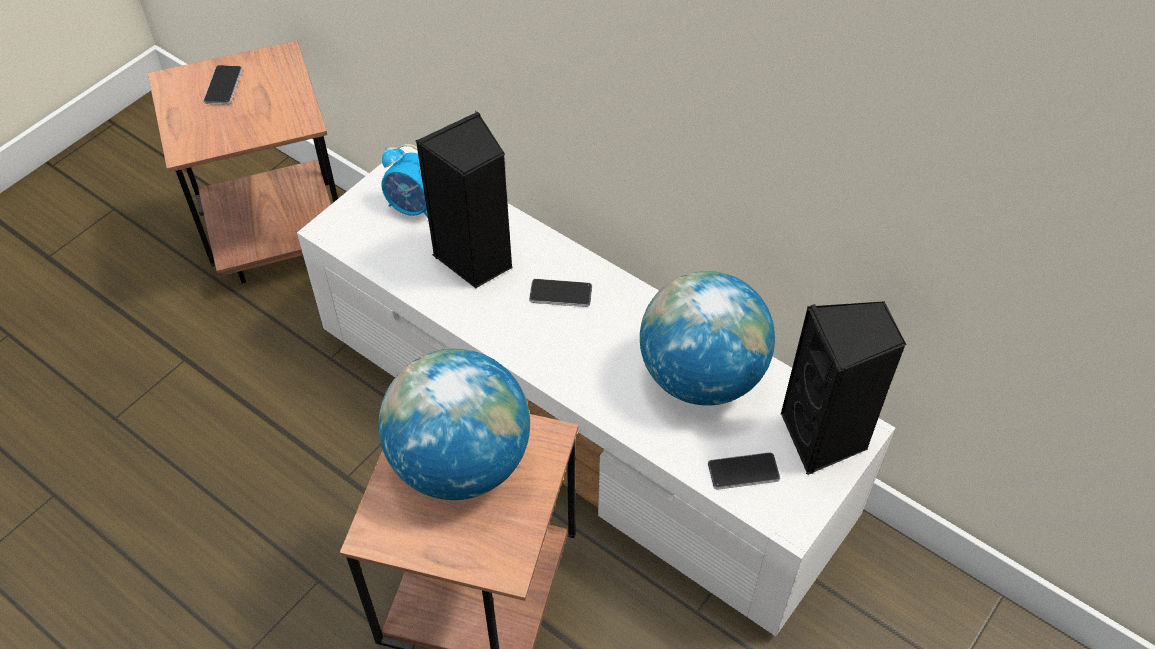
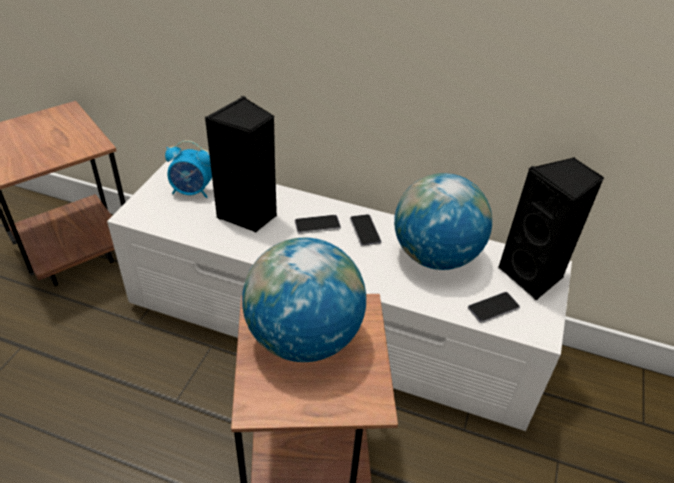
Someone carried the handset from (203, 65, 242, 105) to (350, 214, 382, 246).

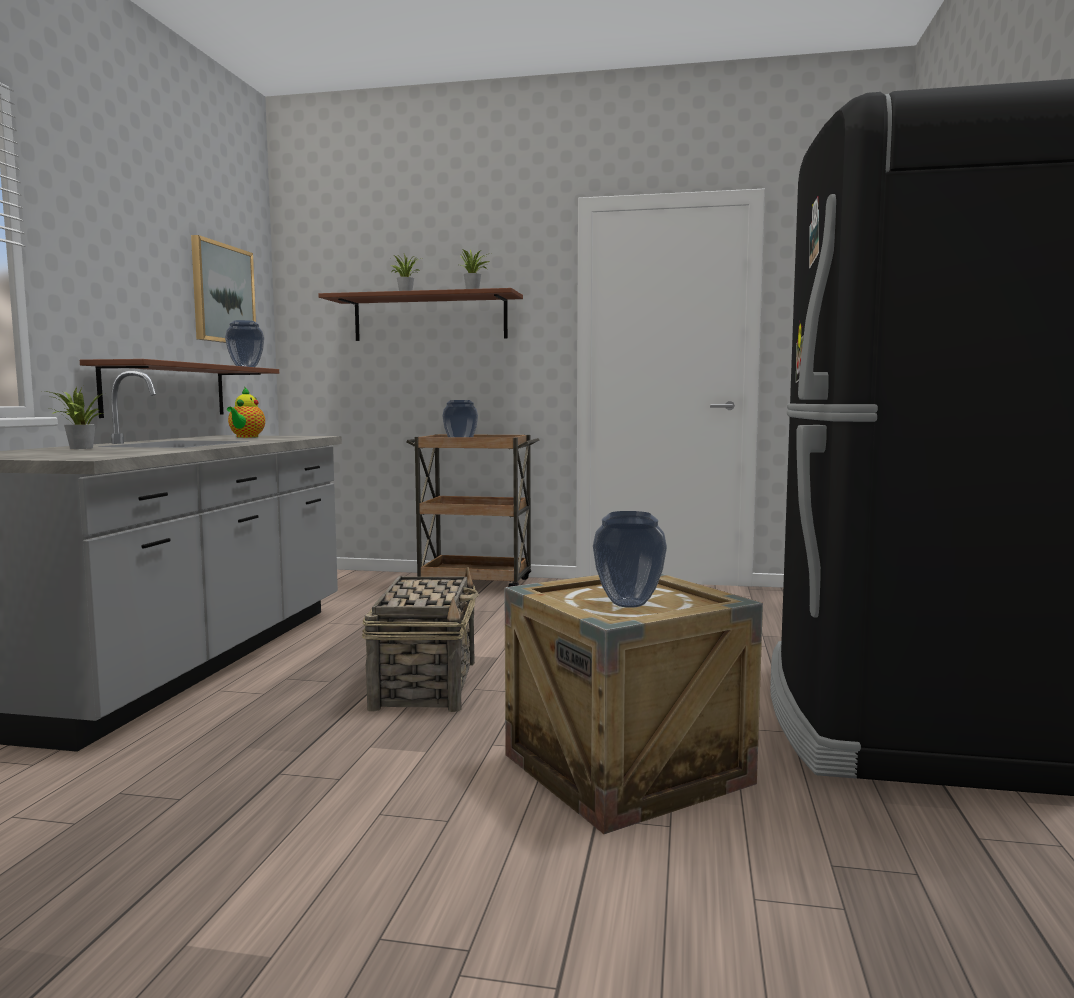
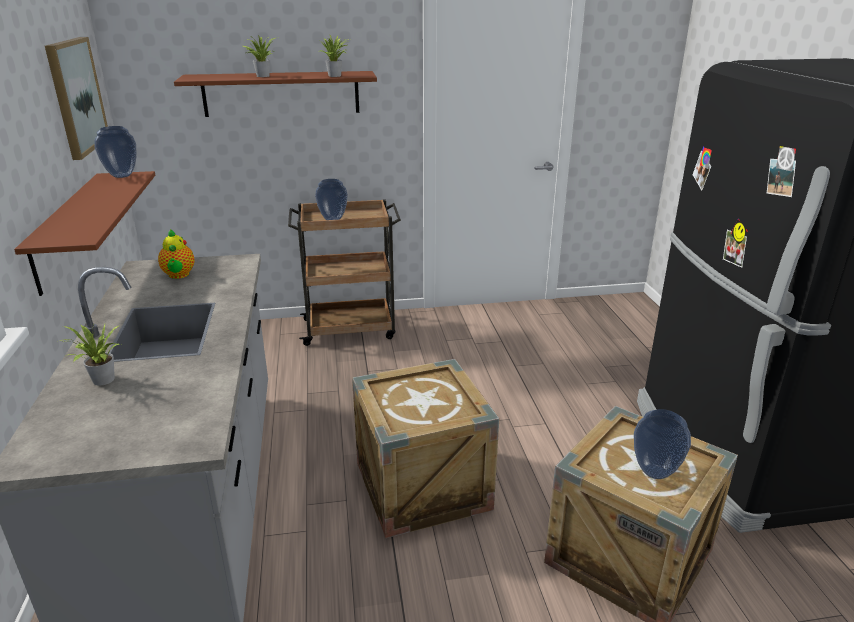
Someone swapped the household basket at (362, 567, 479, 712) for the crate at (352, 359, 499, 538).

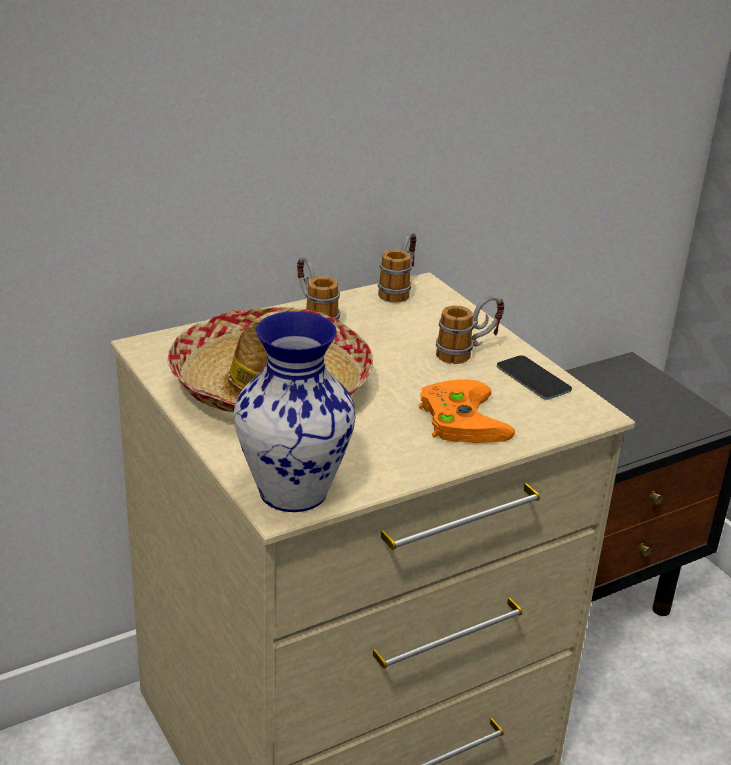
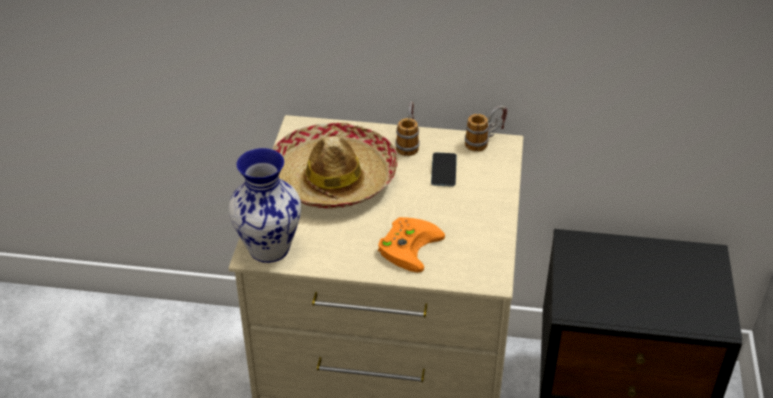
Someone took away the coffee mug at (436, 296, 505, 364).
Someone carried the handset from (497, 355, 572, 400) to (431, 153, 457, 187).

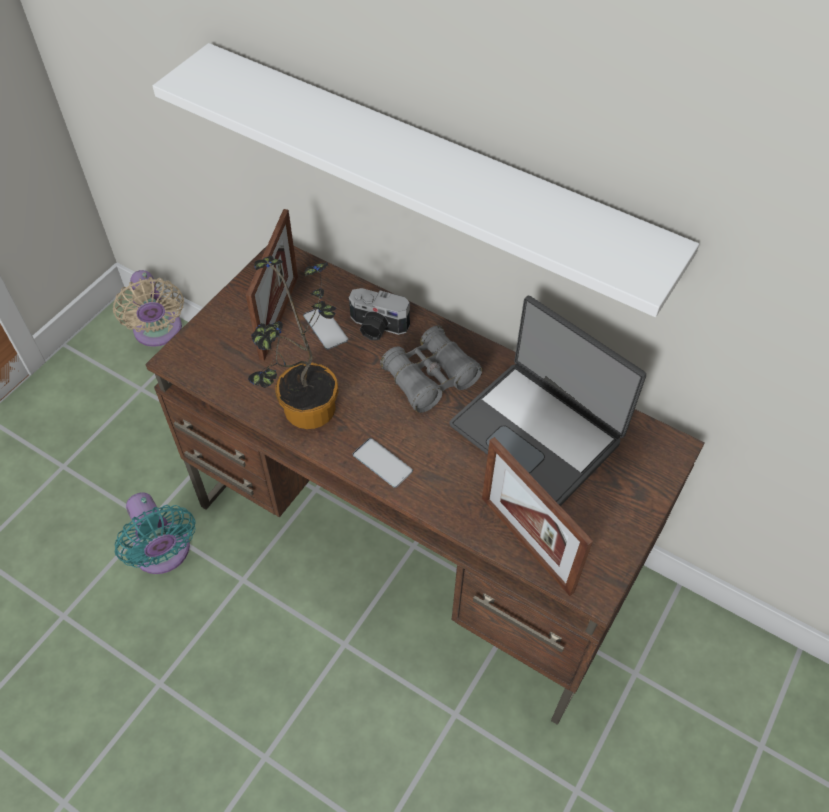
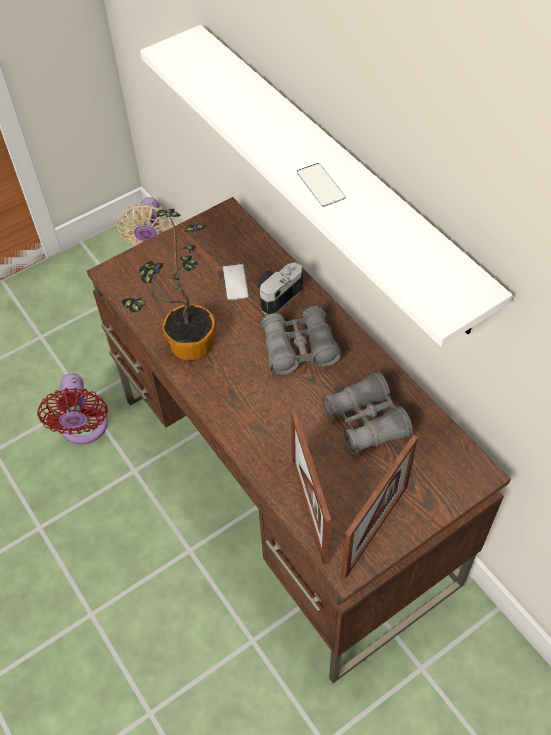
Someone carried the picture frame from (246, 209, 298, 361) to (341, 435, 418, 579).
Someone carried the handset from (353, 438, 413, 488) to (296, 163, 346, 207).
Someone swapped the laptop at (449, 296, 646, 506) for the pair of binoculars (greyish) at (323, 372, 413, 456).
Someone repainted the electric fan (blue-green) at (115, 492, 196, 574), which became the electric fan (red) at (37, 373, 108, 445).
Someone rotated the still camera at (349, 288, 410, 340) by 90 degrees clockwise.

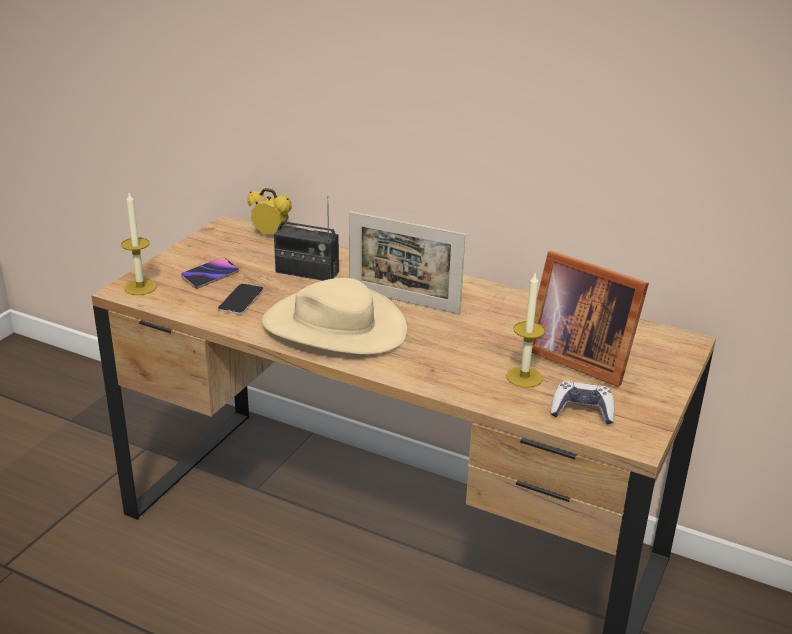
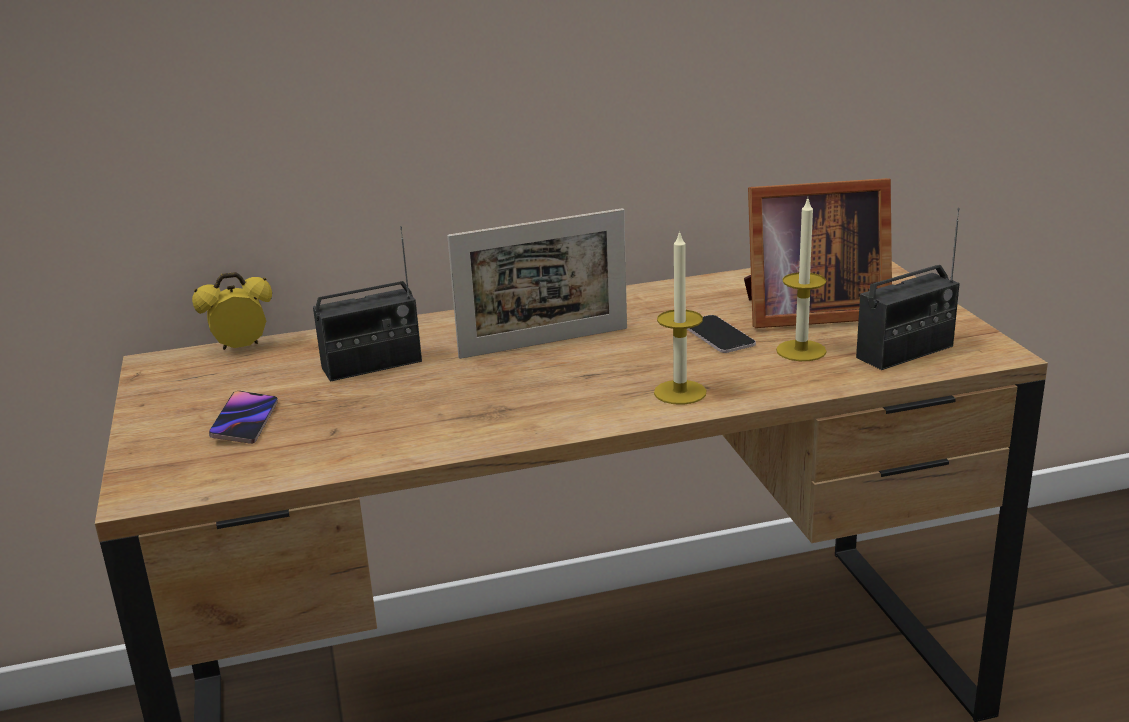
Someone took away the hat (beige-coloured) at (262, 278, 407, 355).
Someone carried the wax candle from (121, 193, 157, 295) to (654, 230, 706, 405).
Someone carried the handset from (218, 284, 264, 314) to (687, 315, 756, 353).
Someone swapped the gamepad at (550, 381, 615, 424) for the radio receiver at (856, 208, 960, 370).

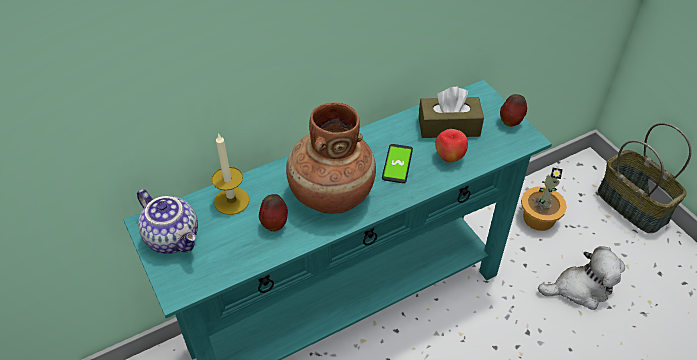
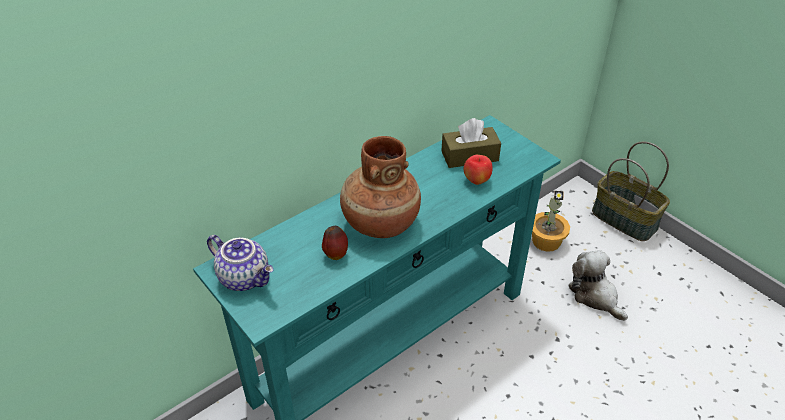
Someone took away the wax candle at (212, 133, 249, 215).
Someone took away the handset at (382, 144, 413, 183).
Someone took away the apple fruit at (500, 94, 527, 127).
Someone rotated the cuddly toy at (538, 246, 625, 310) by 105 degrees counterclockwise.

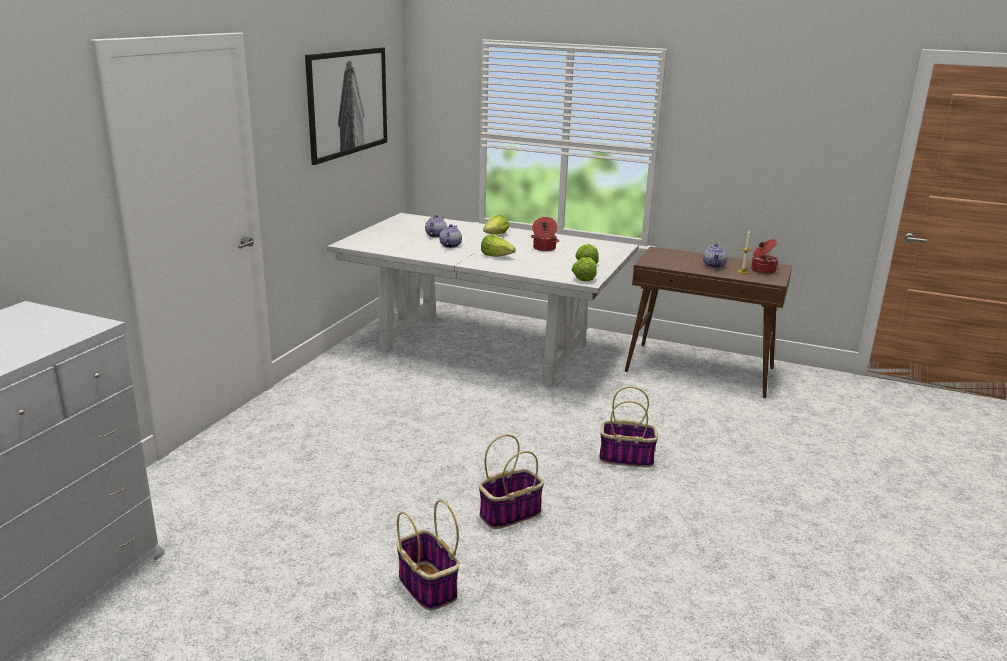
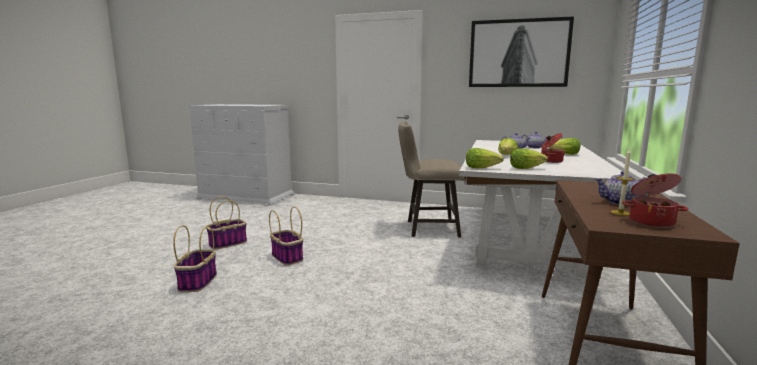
Someone put down the sitting stool (beige-coloured) at (398, 121, 465, 238).
Someone carried the household basket from (599, 386, 658, 468) to (173, 225, 217, 292).

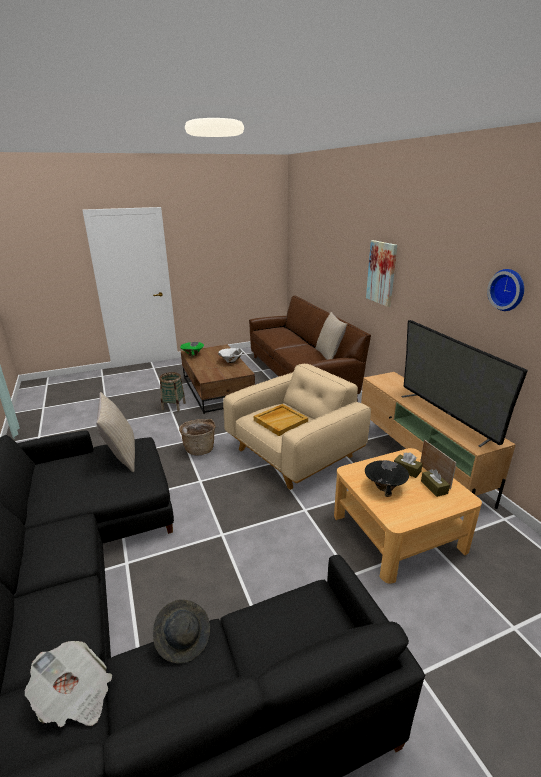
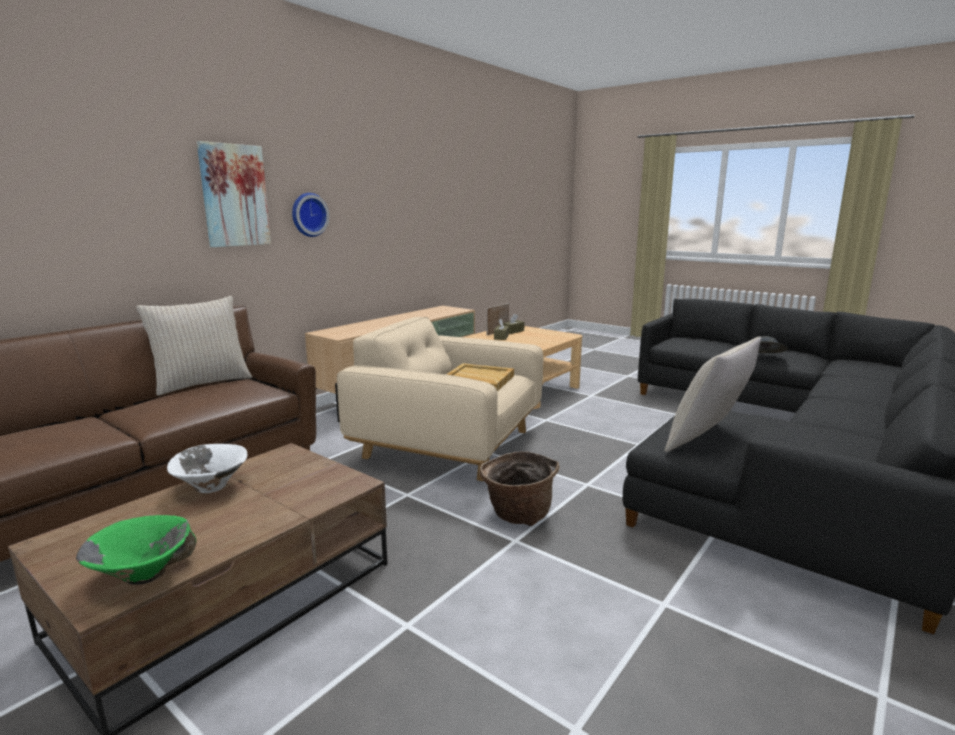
Someone took away the daily paper at (24, 641, 112, 727).
Someone took away the household basket at (160, 372, 186, 412).
Someone took away the deep dish (blackish) at (365, 460, 409, 497).
Someone took away the TV set at (402, 320, 528, 447).
Someone carried the clock on the wall from (487, 269, 524, 311) to (292, 193, 329, 237).

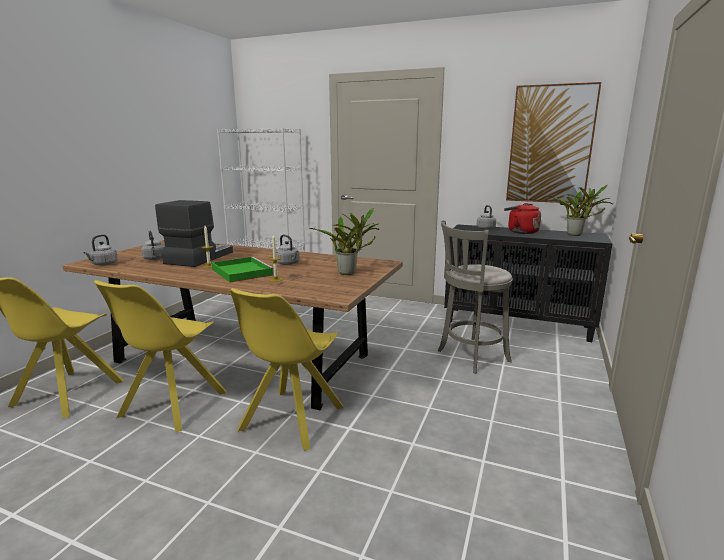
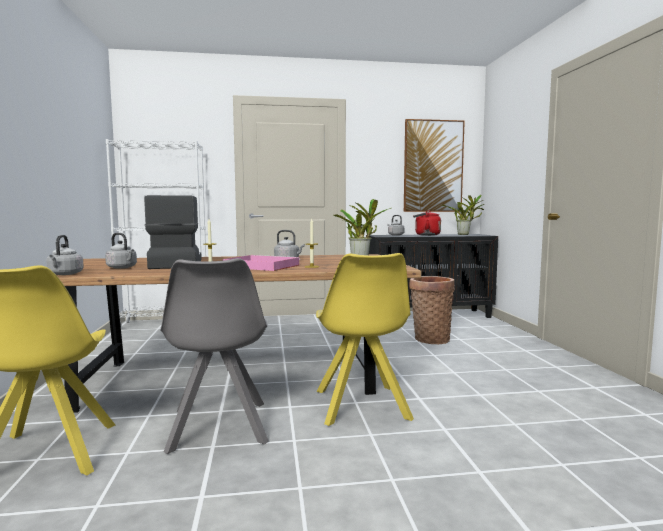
Someone swapped the sitting stool (greyish) at (438, 220, 513, 373) for the household basket at (410, 276, 455, 344).
Someone repainted the upright chair (yellowish) at (94, 280, 226, 432), which became the upright chair (greyish) at (160, 258, 269, 454).
Someone repainted the tray (green) at (212, 257, 274, 283), which became the tray (pinkish) at (223, 255, 300, 271).

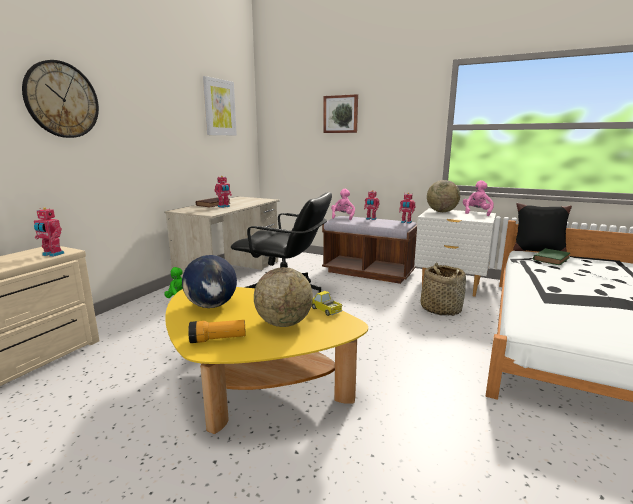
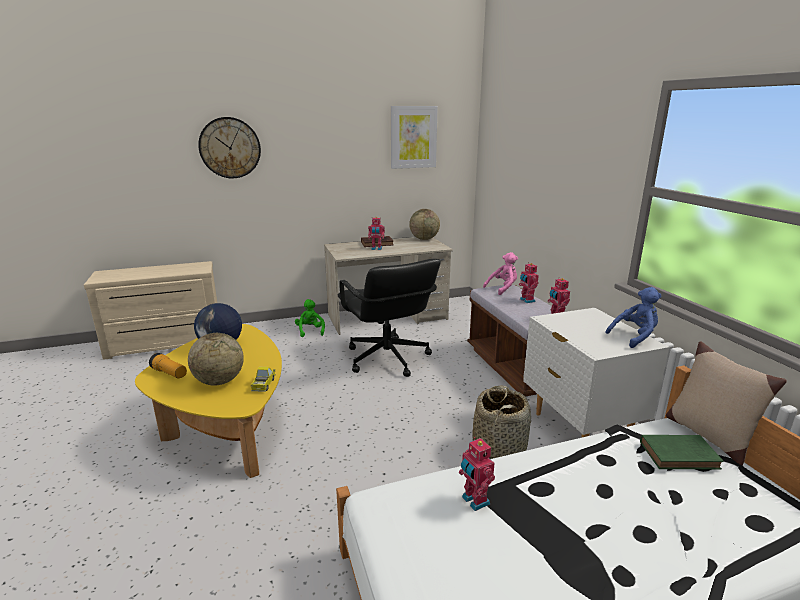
Someone took away the picture at (323, 94, 358, 133).
Someone carried the toy robot from (34, 207, 64, 257) to (459, 437, 495, 511).
Someone carried the globe from (427, 180, 460, 212) to (409, 209, 440, 240).
Someone repainted the cuddly toy (pinkish) at (463, 180, 494, 216), which became the cuddly toy (bluish) at (605, 287, 662, 348).
Someone repainted the throw pillow (blackish) at (513, 203, 572, 252), which became the throw pillow (beige-coloured) at (666, 341, 787, 465).

